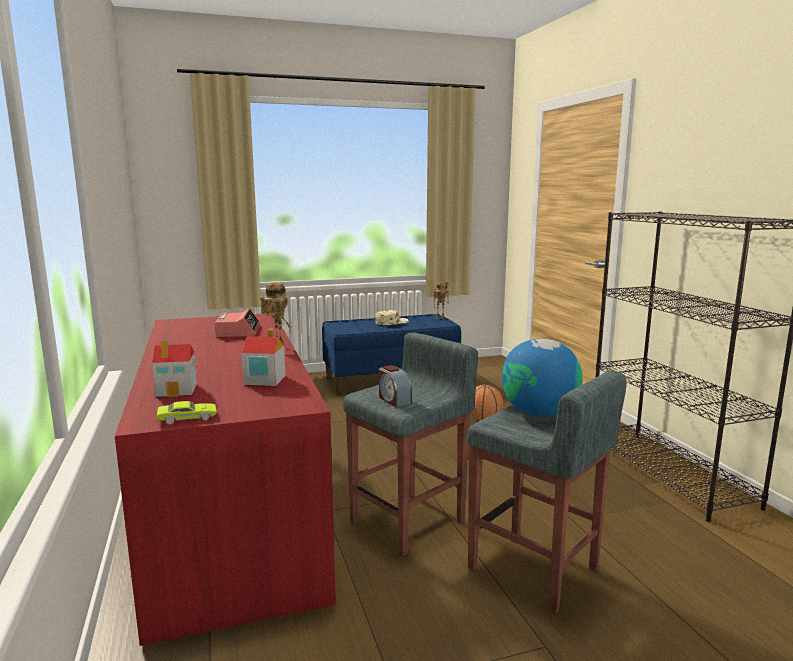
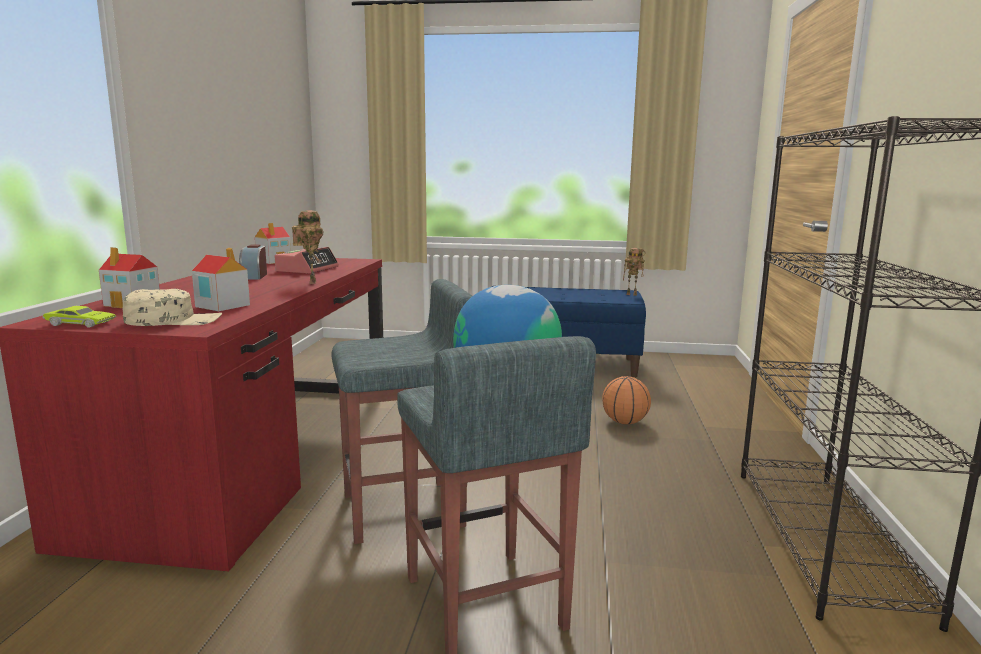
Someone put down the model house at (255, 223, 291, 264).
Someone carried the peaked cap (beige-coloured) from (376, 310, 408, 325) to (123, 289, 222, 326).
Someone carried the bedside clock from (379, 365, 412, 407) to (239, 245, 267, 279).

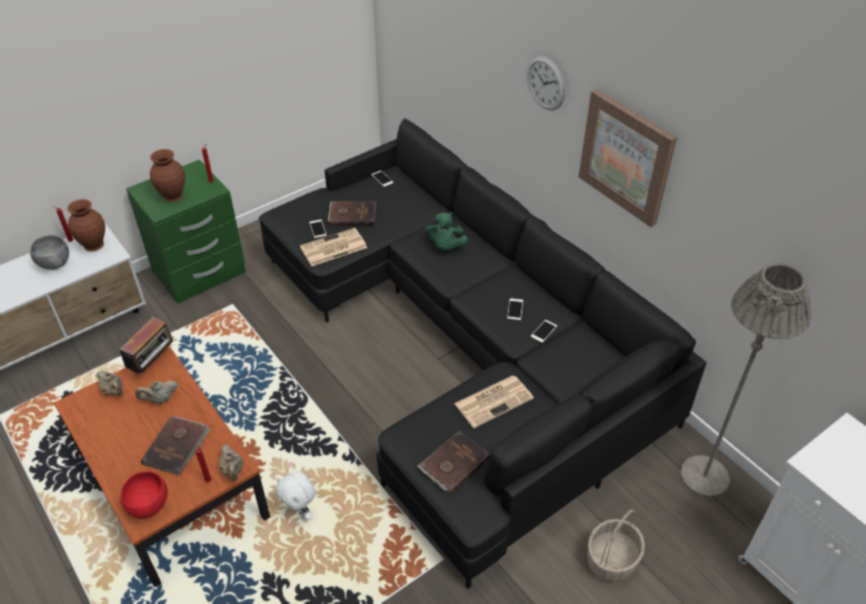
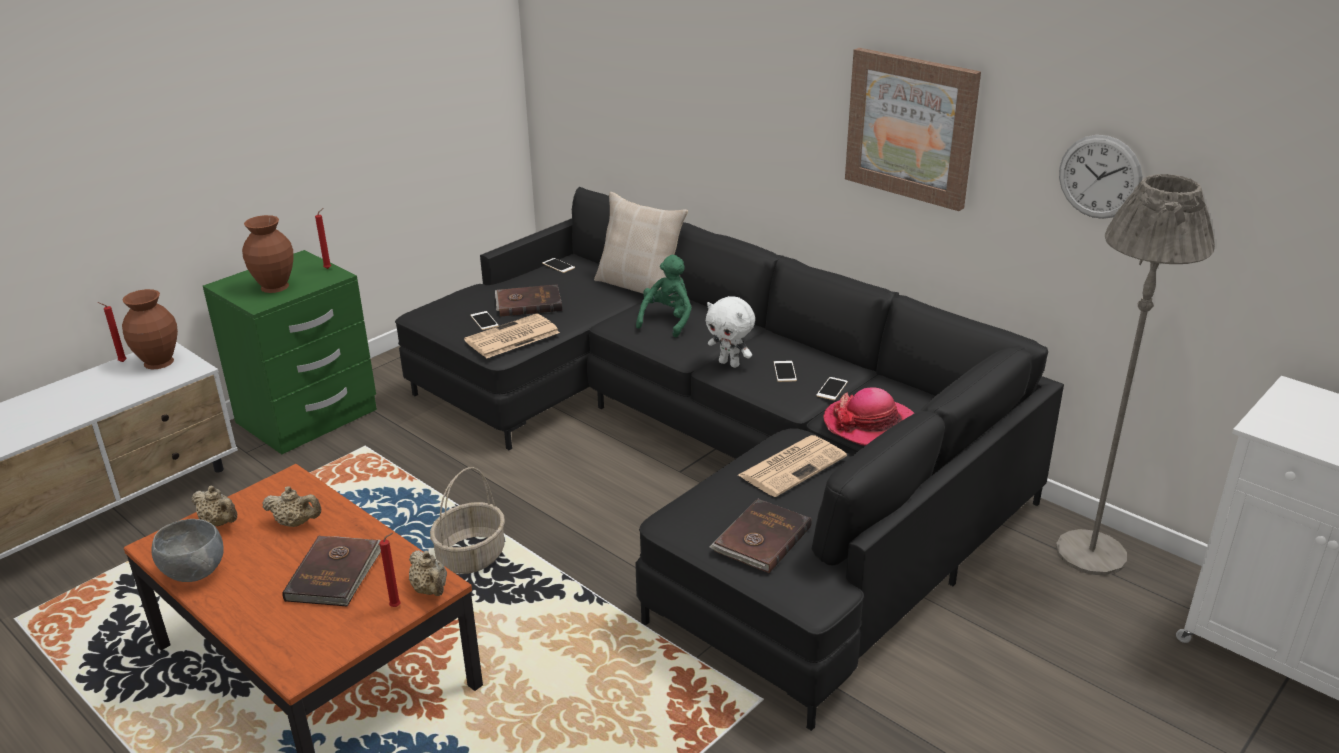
Someone took away the radio receiver at (120, 316, 175, 374).
Someone took away the deep dish (red) at (120, 472, 168, 519).
Someone put down the throw pillow (beige-coloured) at (594, 192, 688, 294).
Someone put down the hat at (823, 387, 914, 446).
Someone carried the deep dish (greyish) from (30, 235, 69, 270) to (152, 519, 224, 582).
Someone carried the cuddly toy (whitish) from (276, 471, 316, 520) to (706, 296, 755, 368).
Someone carried the clock on the wall from (527, 56, 565, 111) to (1059, 135, 1143, 219).
Someone carried the household basket from (587, 509, 645, 581) to (430, 467, 505, 574).
Someone rotated the teapot (beige-coloured) at (135, 380, 178, 404) by 135 degrees counterclockwise.
Someone rotated the cuddly toy (green) at (425, 212, 468, 250) by 150 degrees counterclockwise.

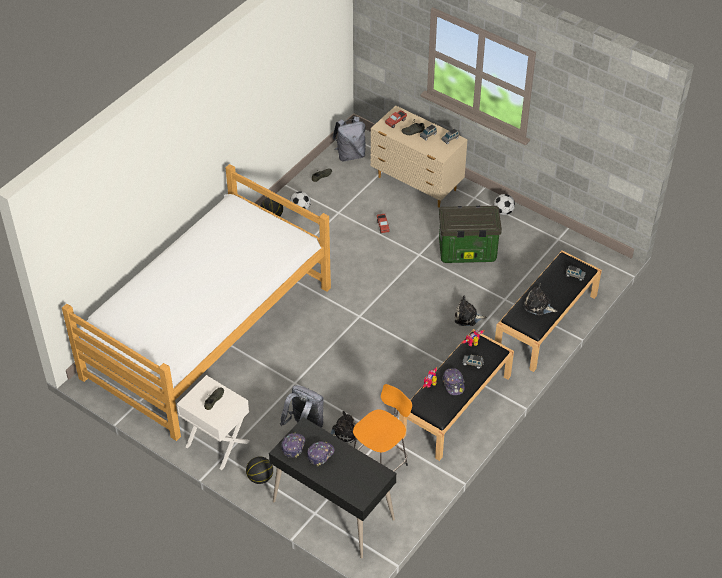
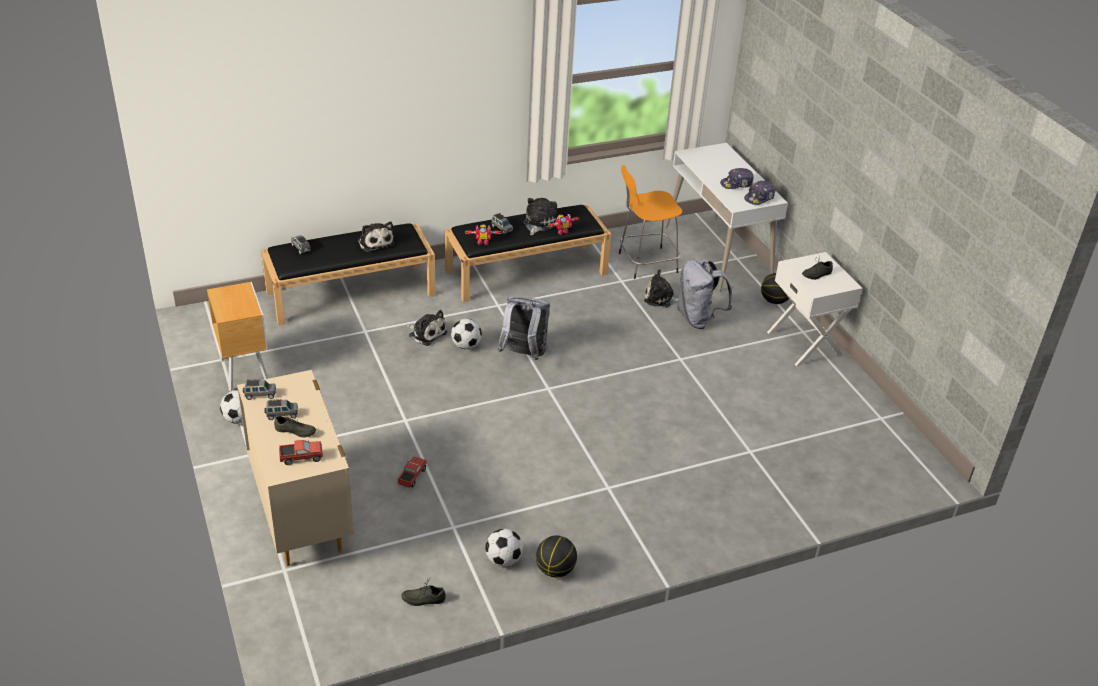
Someone took away the bed at (62, 164, 331, 441).
Someone took away the storage container at (439, 206, 502, 263).
Someone put down the bedside table (brown-coloured) at (207, 282, 268, 391).
Someone put down the football at (451, 319, 482, 349).
Someone carried the knapsack (greyish) from (333, 116, 365, 161) to (498, 296, 550, 360).
Someone swapped the peaked cap at (442, 368, 465, 395) for the cuddly toy at (523, 198, 558, 235).
Someone repainted the desk unit (blackish) at (269, 417, 396, 559), which became the desk unit (whitish) at (665, 143, 788, 291).

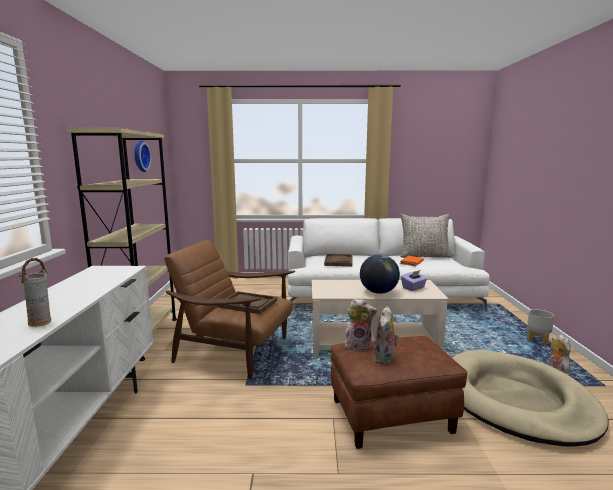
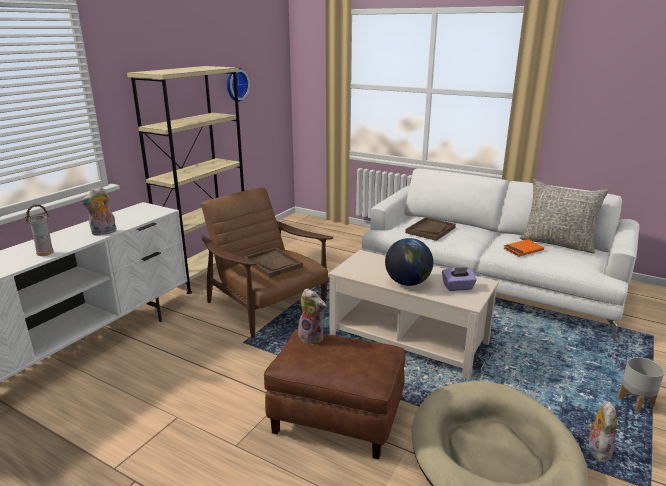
Someone carried the cuddly toy from (373, 306, 399, 364) to (81, 187, 117, 236).

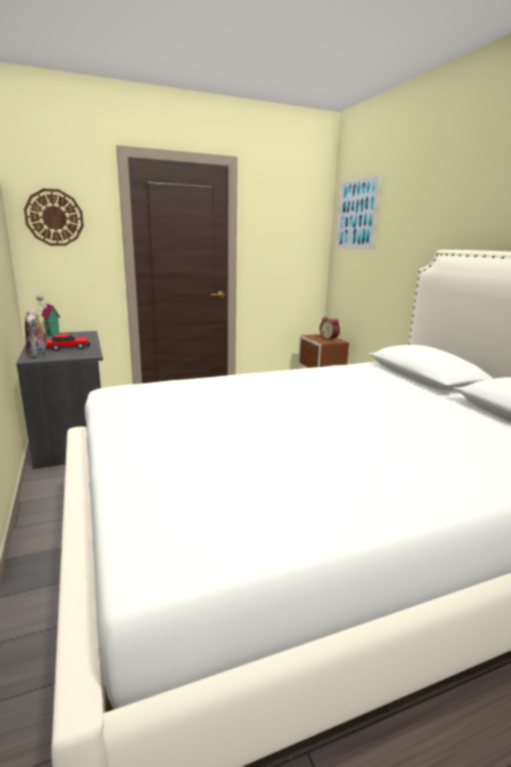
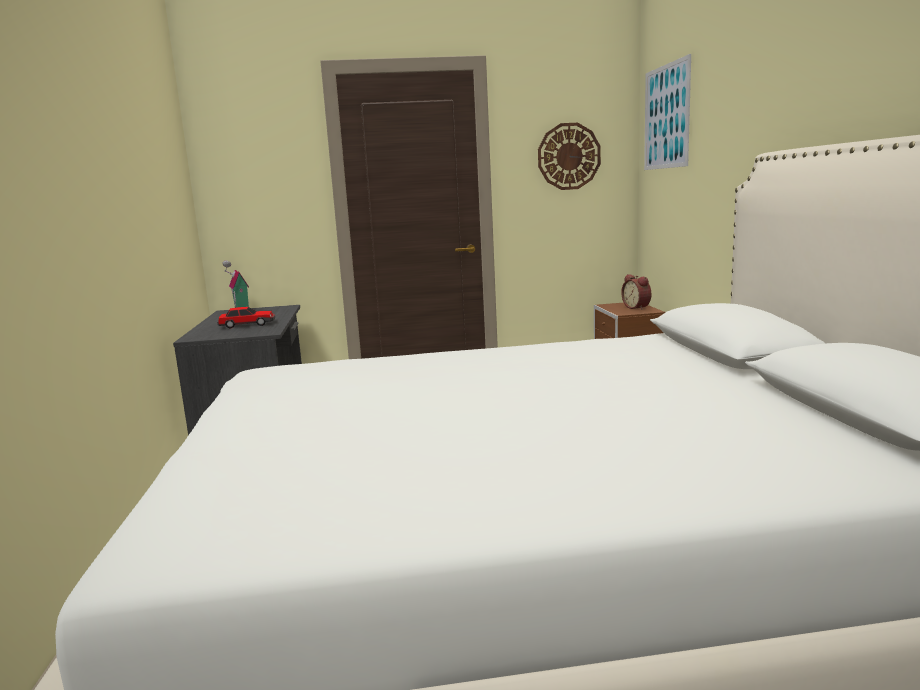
Someone took away the cuddly toy at (25, 308, 47, 358).
Someone carried the clock on the wall from (24, 189, 84, 246) to (538, 123, 601, 190).

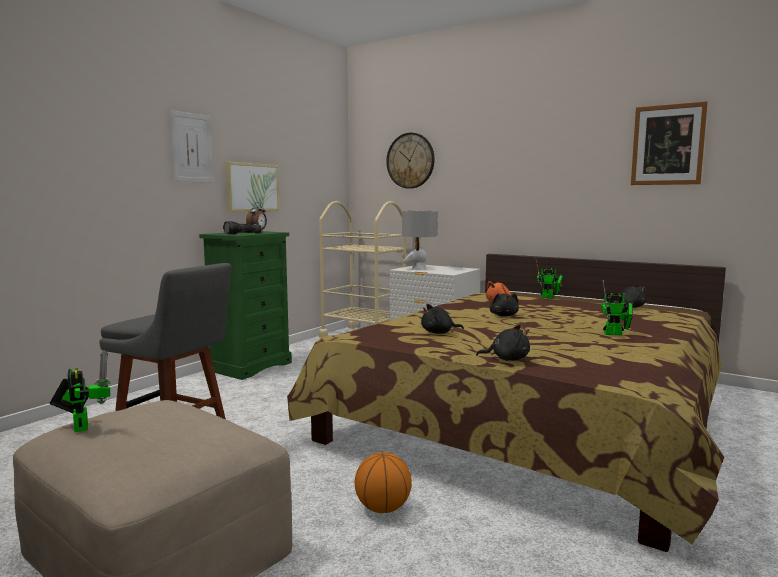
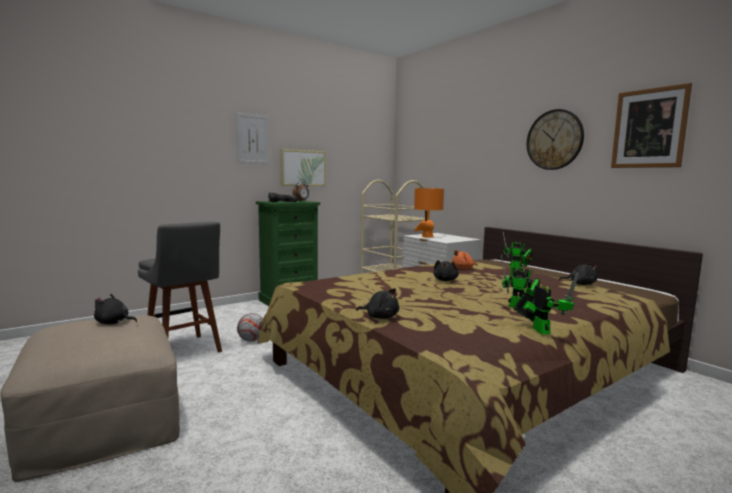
Someone took away the basketball ball at (355, 452, 412, 513).
Someone put down the football at (237, 313, 263, 342).
Someone carried the toy robot from (50, 350, 111, 432) to (514, 273, 579, 335).
Someone carried the clock on the wall from (386, 133, 435, 189) to (527, 109, 584, 170).
Someone carried the cuddly toy (blackish) from (421, 304, 464, 334) to (94, 294, 137, 324).
Someone repainted the table lamp (greyish) at (402, 210, 437, 270), which became the table lamp (orangey) at (414, 188, 444, 238).

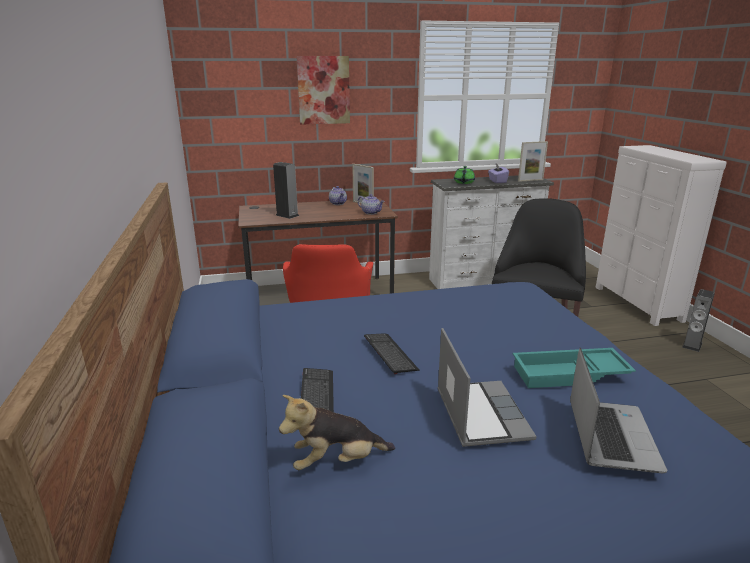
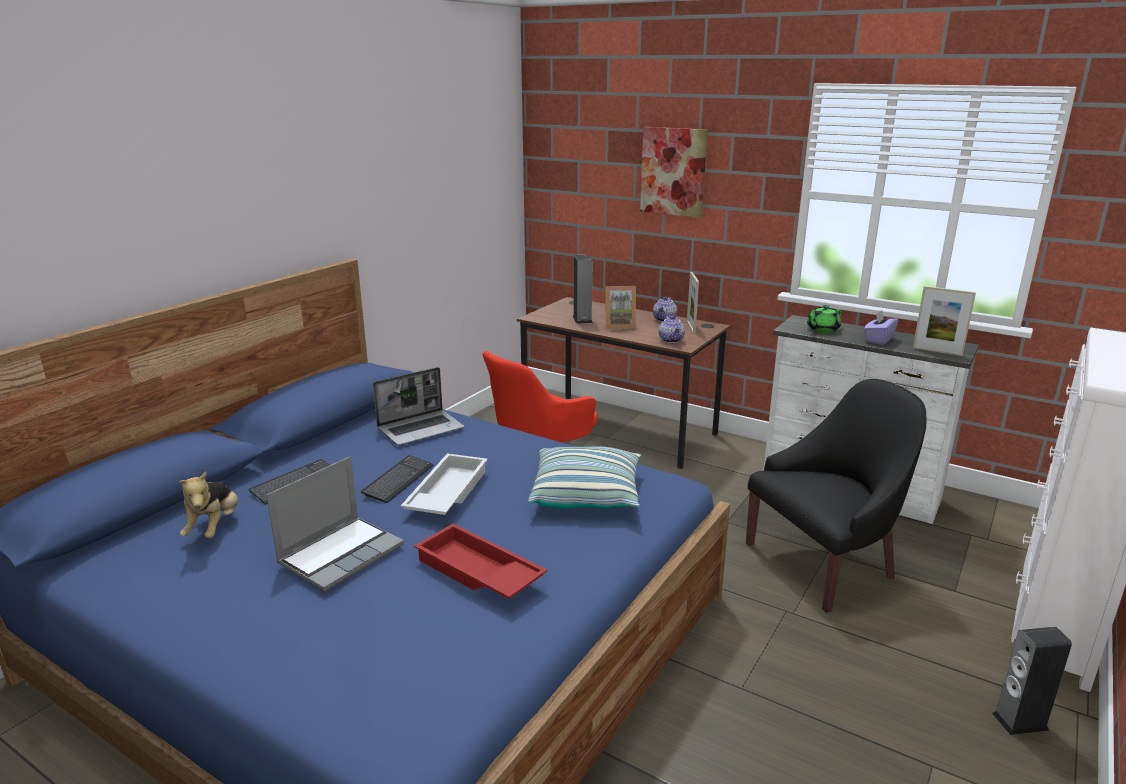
Someone put down the tray (whitish) at (401, 453, 488, 515).
Someone put down the throw pillow at (528, 447, 642, 509).
Someone put down the picture frame at (605, 286, 636, 329).
Someone carried the laptop from (570, 348, 667, 473) to (373, 367, 464, 445).
Someone repainted the tray (blue-green) at (513, 348, 636, 388), which became the tray (red) at (414, 524, 547, 599).
Someone rotated the cuddly toy at (279, 395, 395, 470) by 120 degrees counterclockwise.

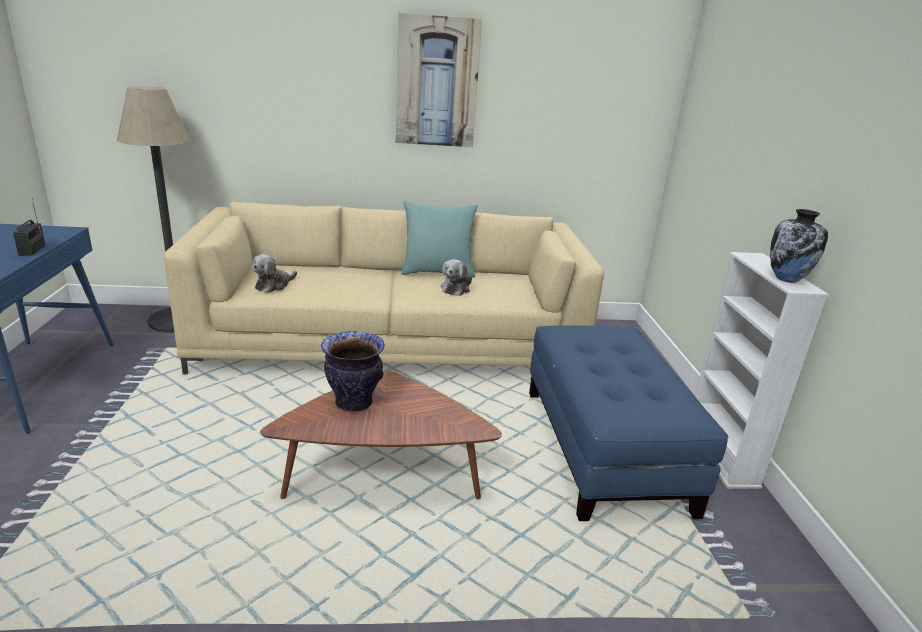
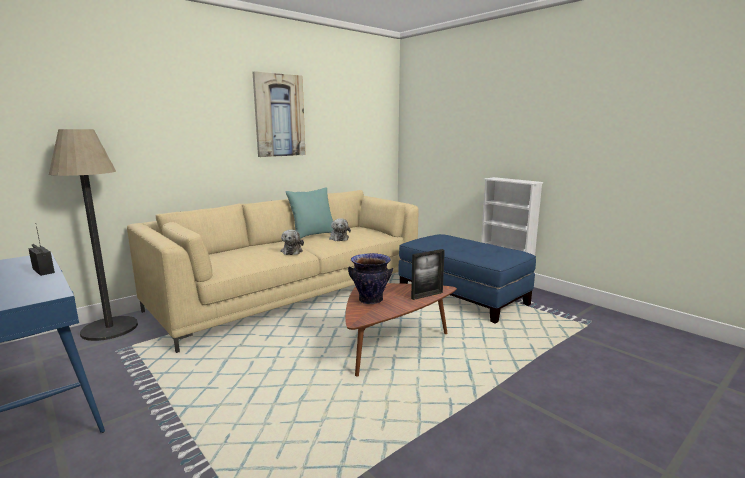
Someone took away the vase at (770, 209, 828, 283).
Someone put down the picture frame at (411, 249, 445, 300).
Someone carried the cuddly toy from (252, 254, 297, 293) to (280, 230, 304, 255).

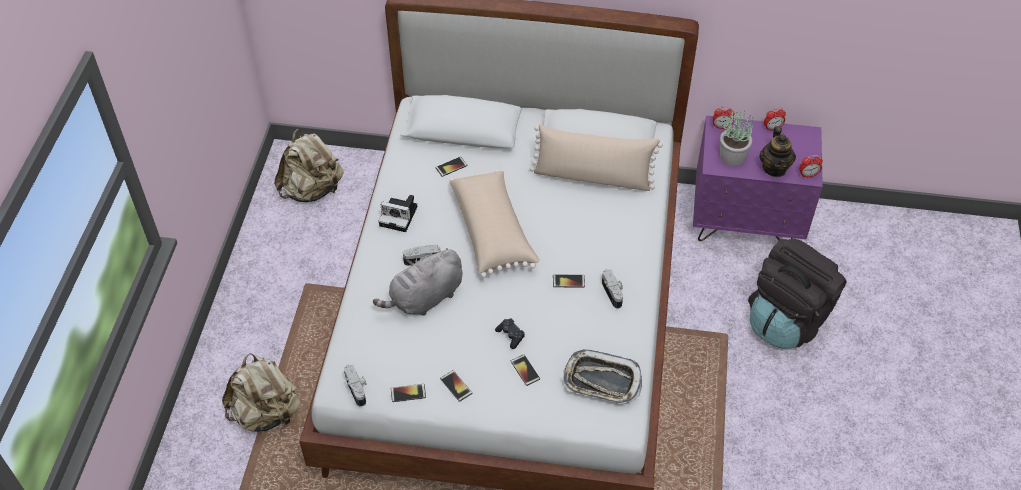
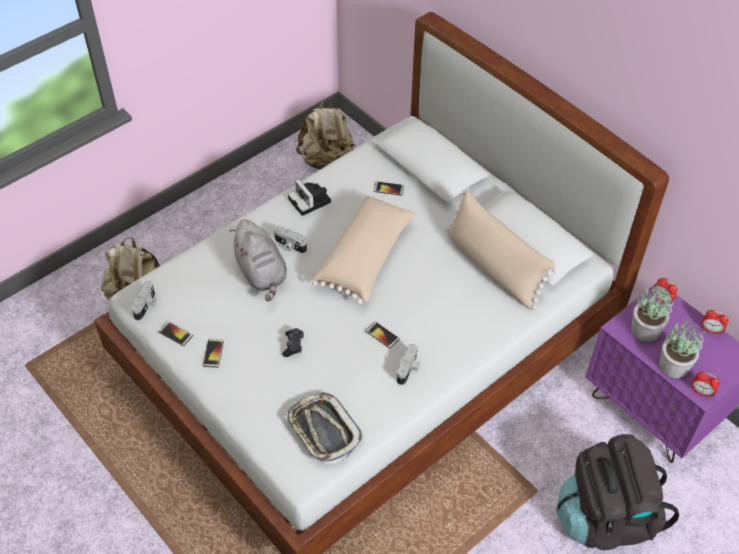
Someone took away the handset at (511, 354, 540, 386).
Someone swapped the teapot at (759, 126, 796, 177) for the houseplant at (659, 318, 705, 378).
Someone rotated the cuddly toy (greyish) at (373, 248, 462, 316) by 120 degrees counterclockwise.

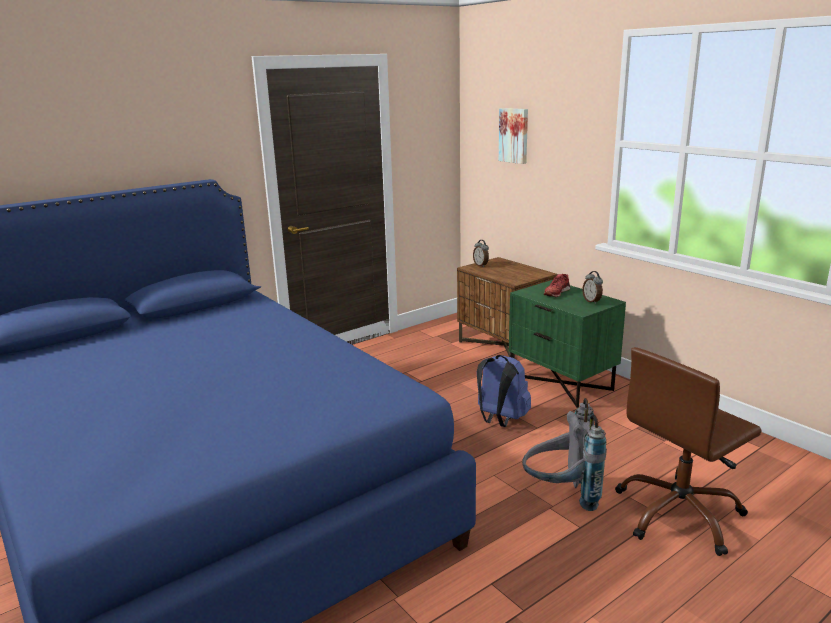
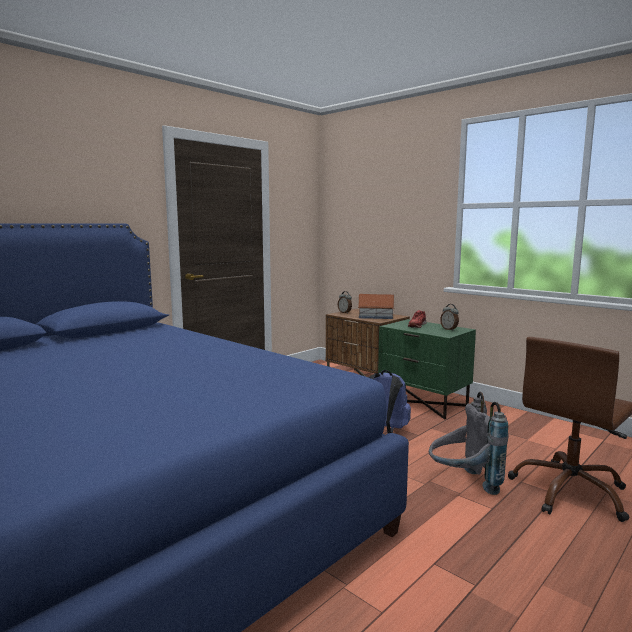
Someone took away the picture at (499, 108, 528, 164).
Someone put down the model house at (358, 294, 395, 319).

